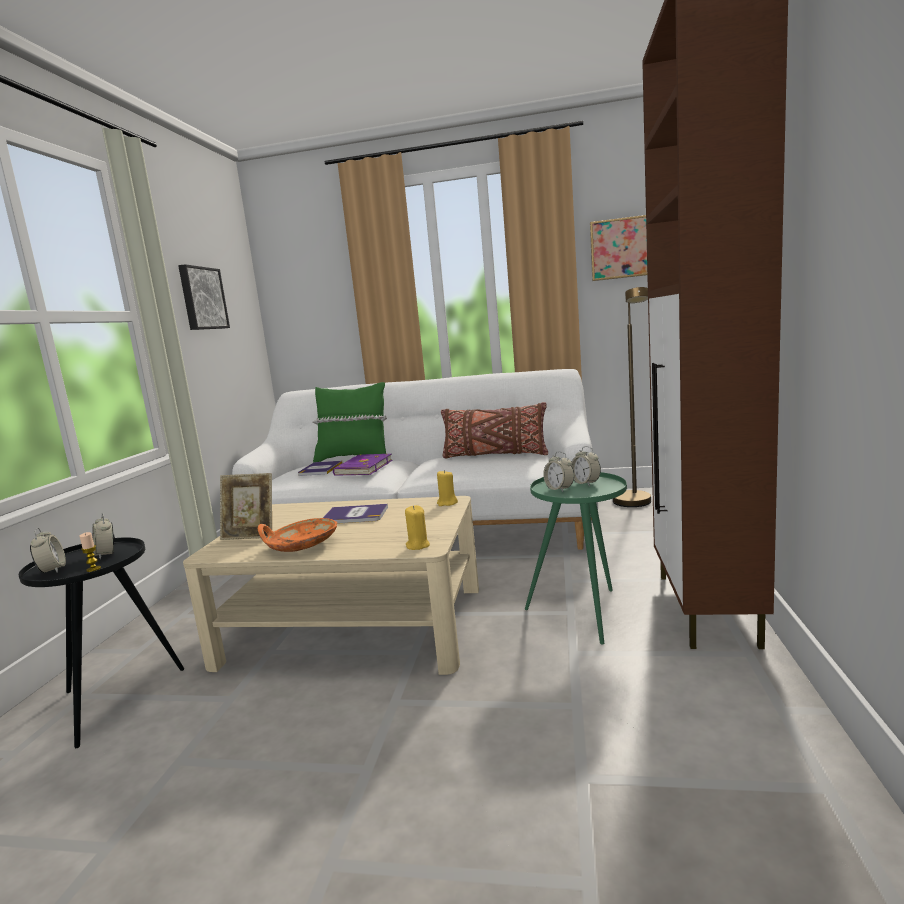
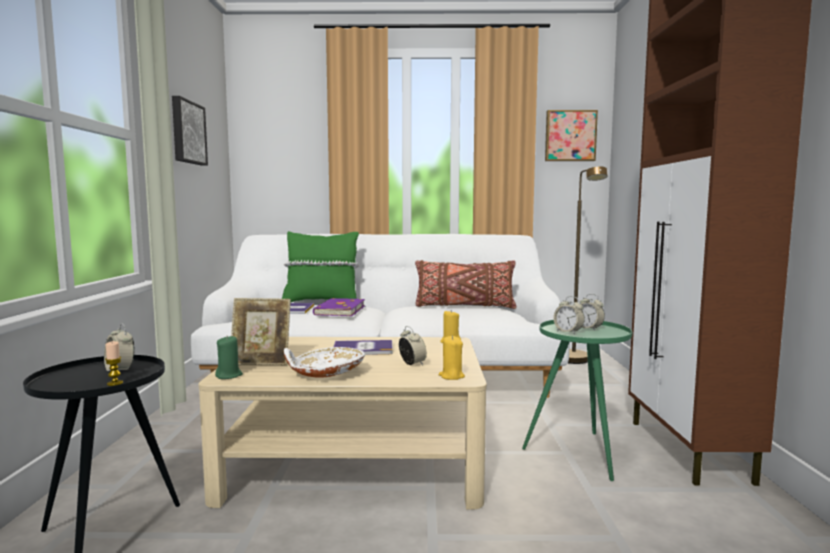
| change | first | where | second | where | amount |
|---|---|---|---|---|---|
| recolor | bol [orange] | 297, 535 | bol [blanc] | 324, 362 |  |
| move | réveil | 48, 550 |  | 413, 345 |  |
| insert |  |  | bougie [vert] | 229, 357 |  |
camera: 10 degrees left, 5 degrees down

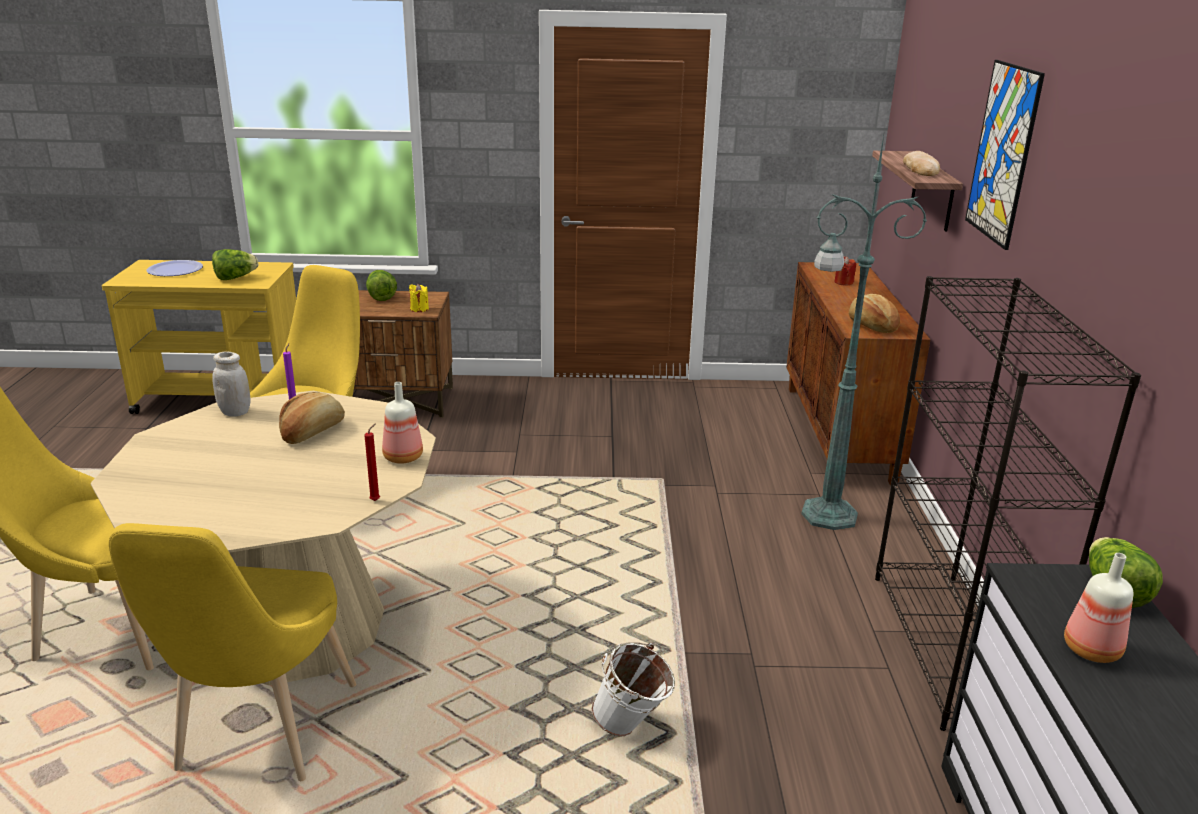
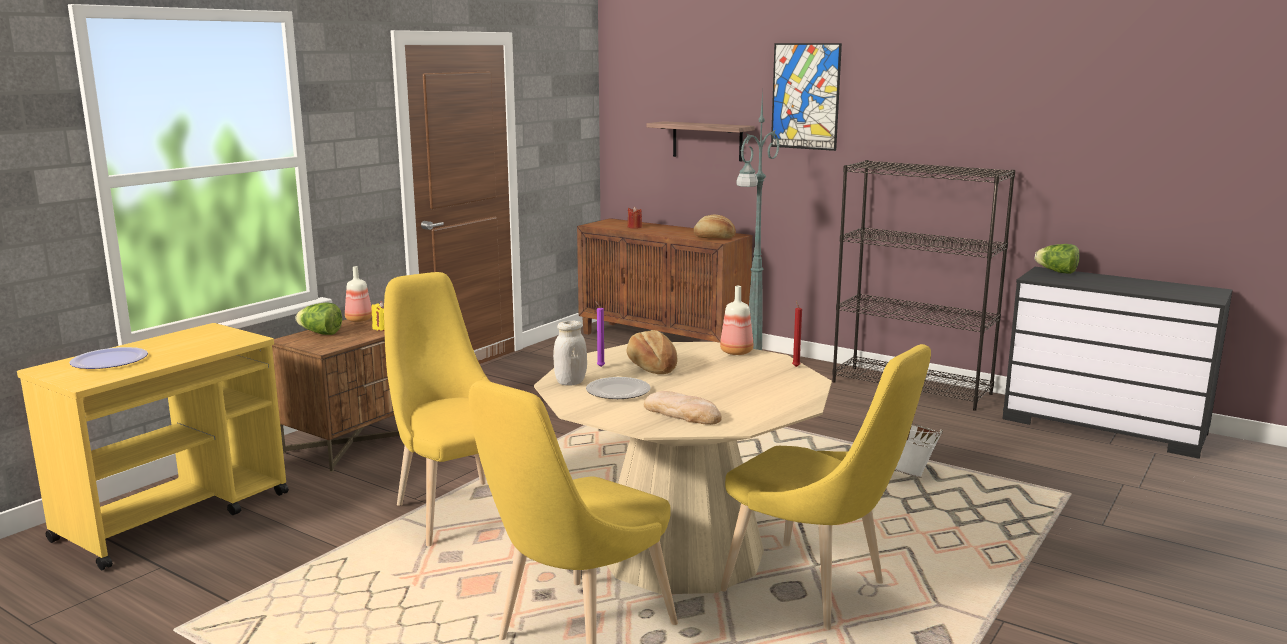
| change | first | where | second | where | amount |
|---|---|---|---|---|---|
| move | pain | 921, 163 |  | 683, 408 |  |
| delete | laitue | 235, 264 |  |  |  |
| move | bouteille | 1098, 608 |  | 358, 294 |  |
| insert |  |  | assiette | 618, 388 |  |
camera: 55 degrees left, 10 degrees down

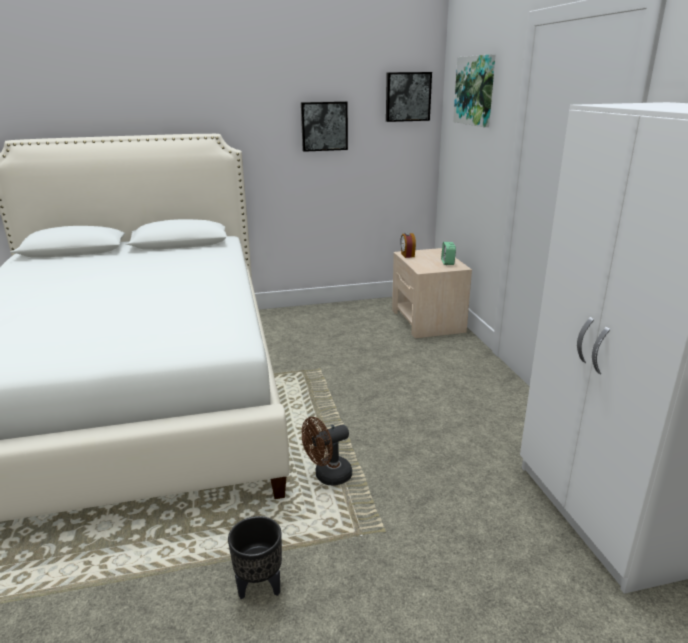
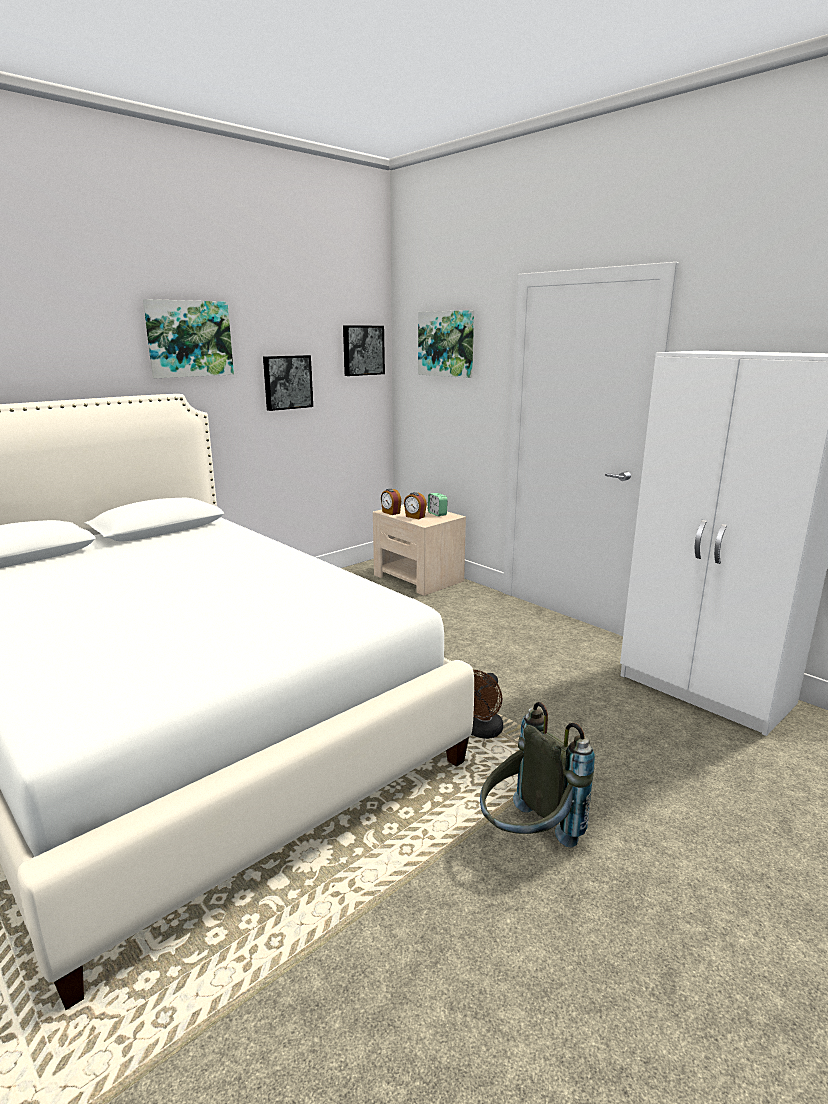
| change | first | where | second | where | amount |
|---|---|---|---|---|---|
| replace | cache-pot [noir] | 255, 557 | sac à dos [gris] | 537, 774 |  |
| insert |  |  | tableau | 188, 338 |  |
| insert |  |  | réveil | 415, 505 |  |
camera: 30 degrees left, 5 degrees down

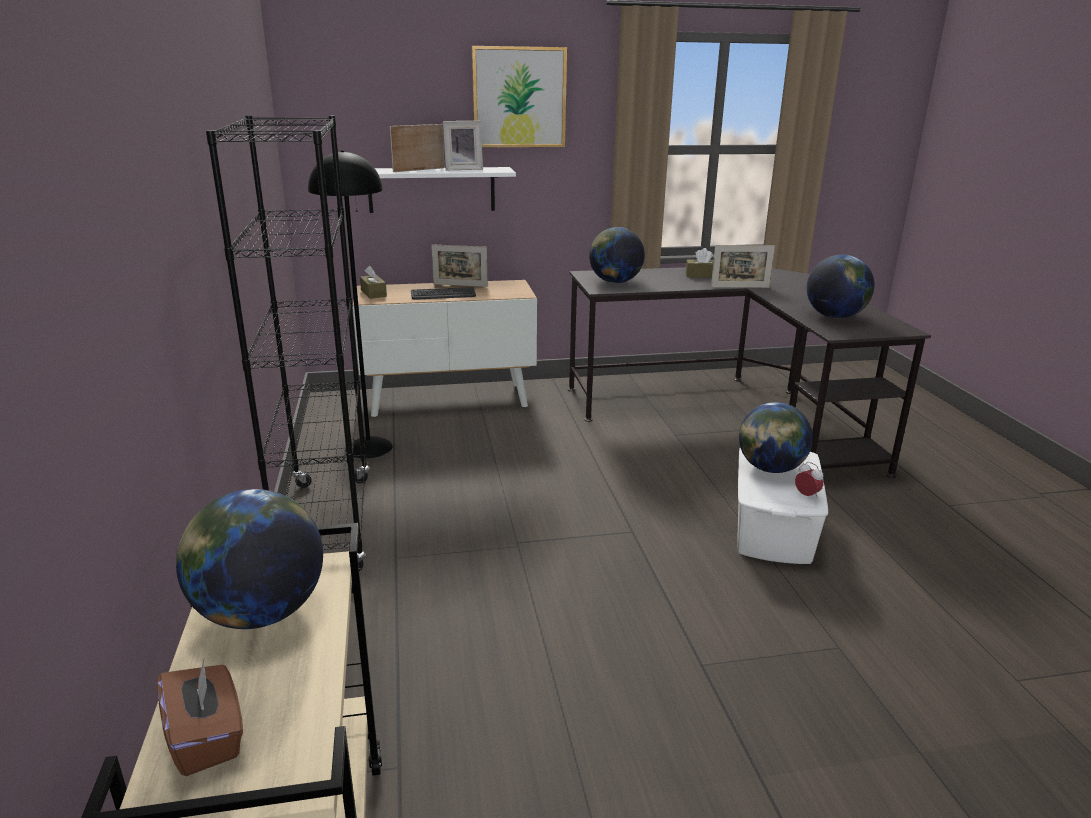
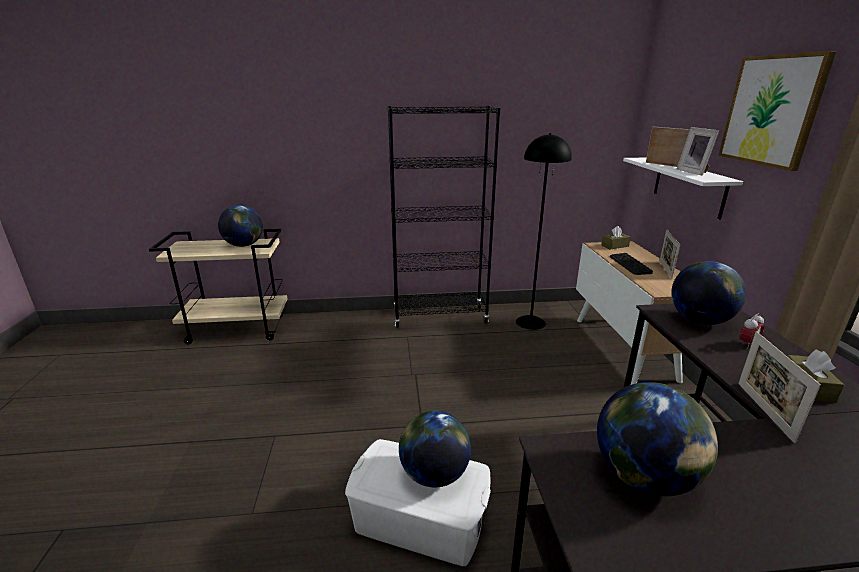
| change | first | where | second | where | amount |
|---|---|---|---|---|---|
| move | réveil | 809, 480 |  | 751, 331 |  |
| delete | boîte à mouchoirs [marron] | 200, 718 |  |  |  |
camera: 95 degrees right, 0 degrees up

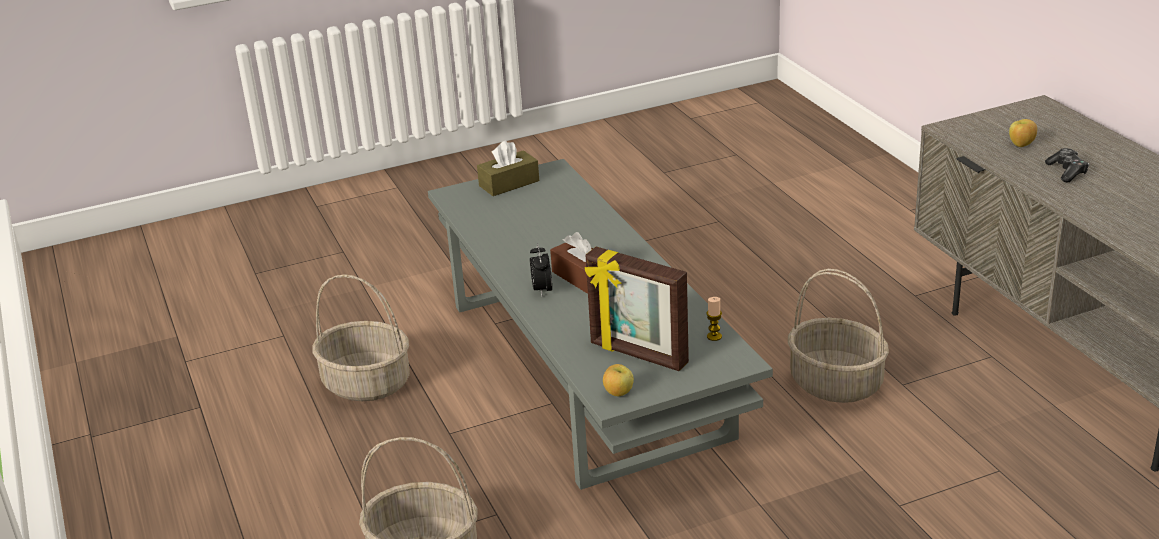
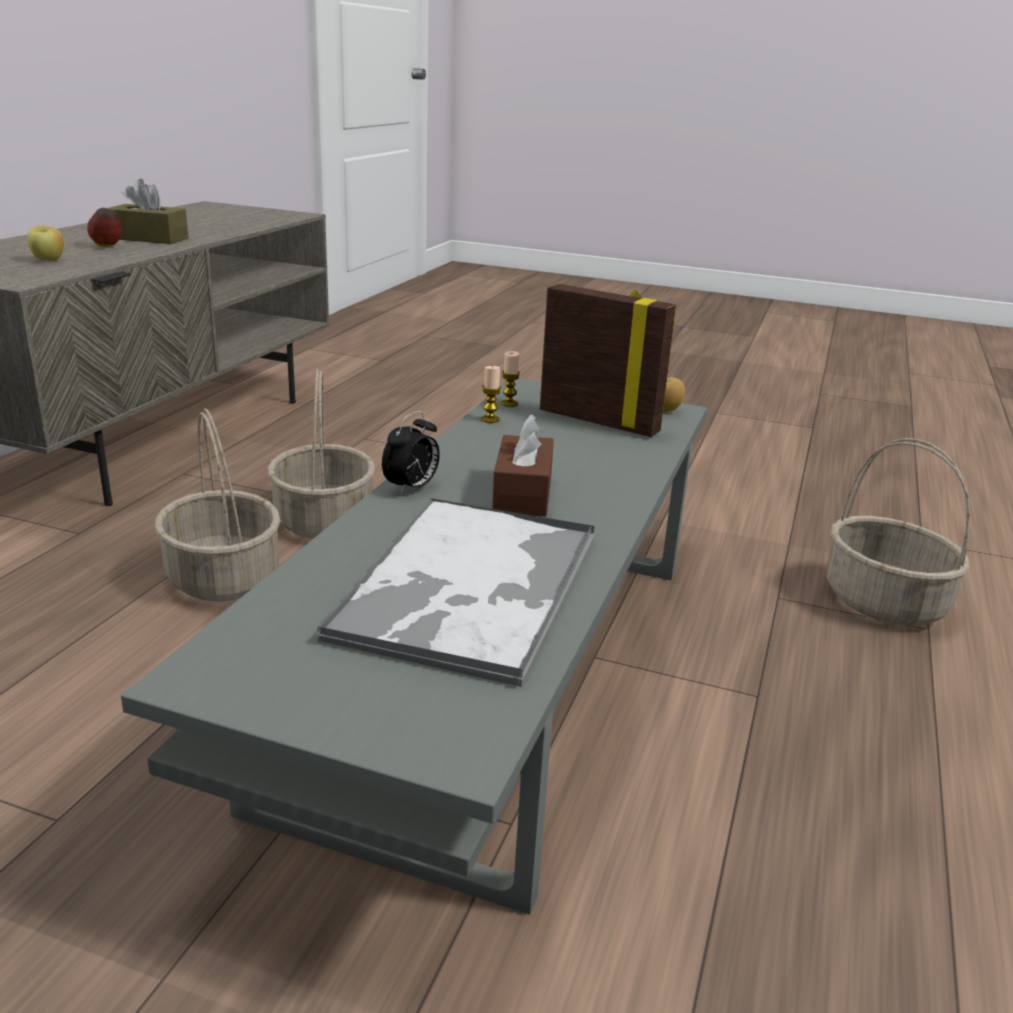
| change | first | where | second | where | amount |
|---|---|---|---|---|---|
| move | boîte à mouchoirs [marron] | 508, 168 |  | 148, 211 |  |
| replace | manette | 1067, 165 | pomme | 104, 227 |  |
| move | réveil | 541, 269 |  | 411, 453 |  |
| rotate | cadre photo | 637, 309 |  | 608, 360 | 45 degrees counterclockwise |
| move | panier | 361, 337 |  | 218, 505 |  |
| insert |  |  | bougie | 491, 394 |  |
| insert |  |  | plateau | 455, 592 |  |
camera: 140 degrees left, 5 degrees down

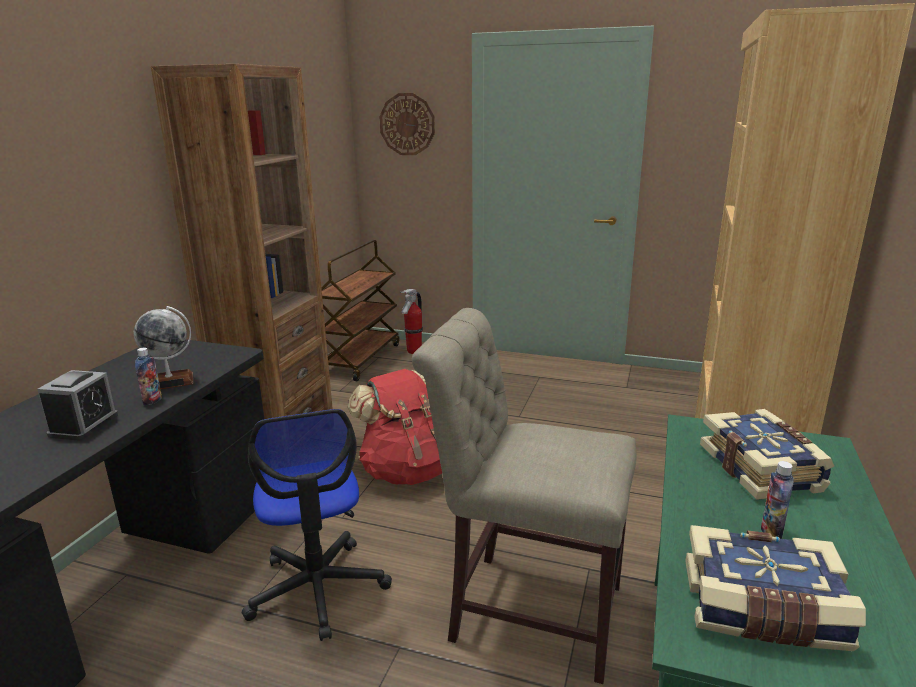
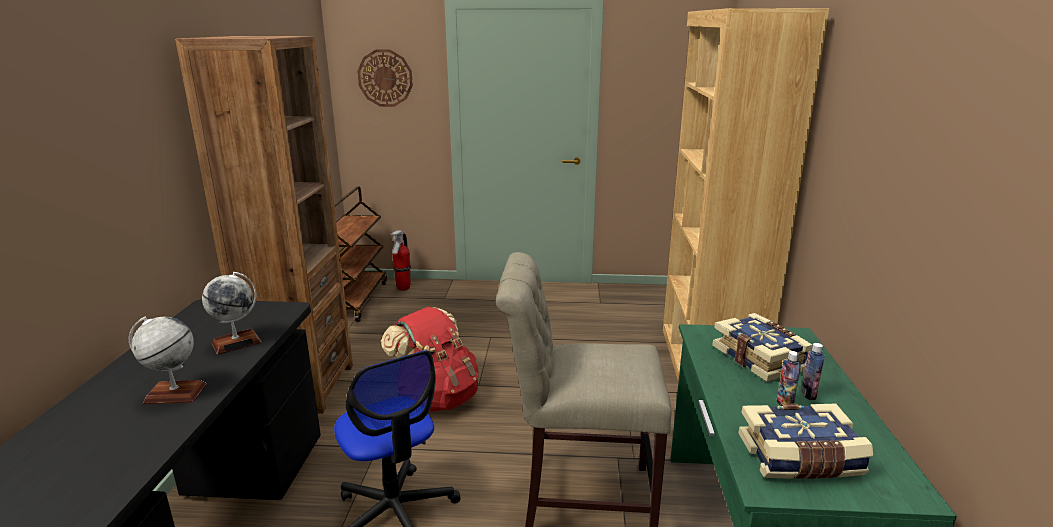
| change | first | where | second | where | amount |
|---|---|---|---|---|---|
| move | bouteille | 148, 376 |  | 812, 371 |  |
| replace | réveil | 77, 405 | globe | 168, 360 |  |
camera: 15 degrees left, 0 degrees up

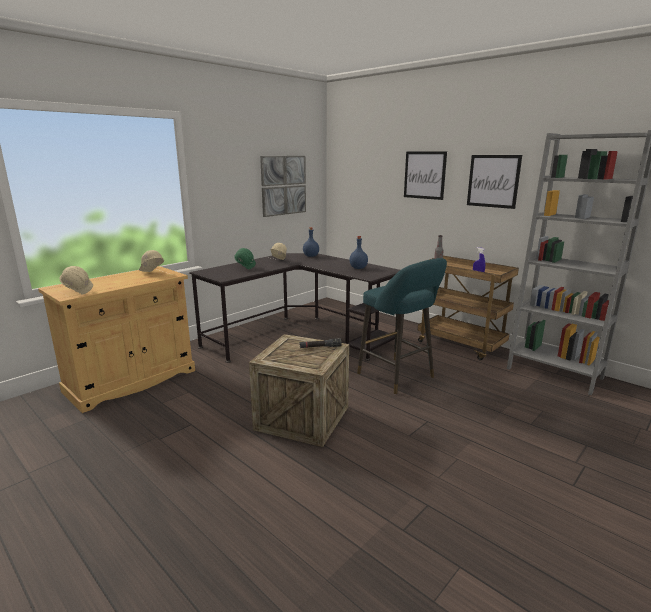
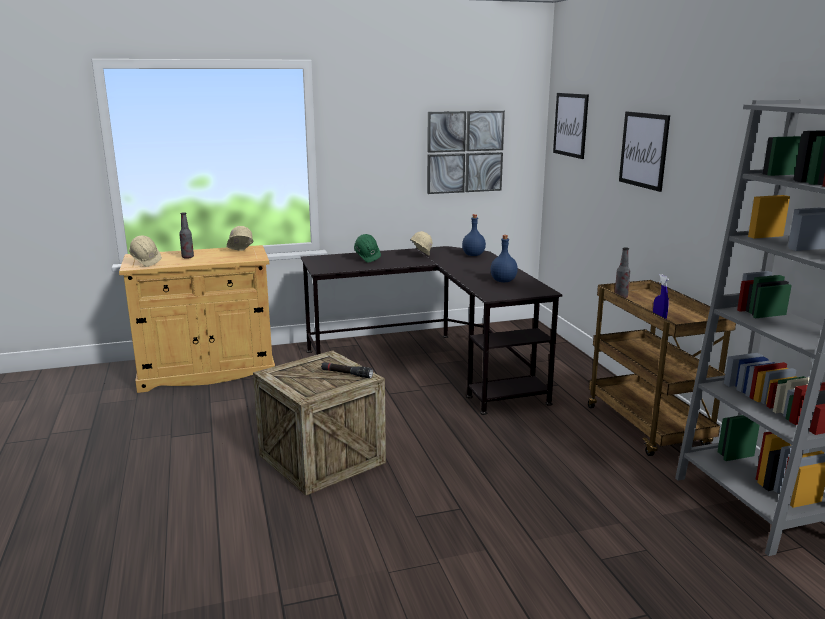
| change | first | where | second | where | amount |
|---|---|---|---|---|---|
| move | tableau | 494, 182 |  | 571, 126 |  |
| delete | tabouret [turquoise] | 402, 326 |  |  |  |
| insert |  |  | bouteille | 186, 235 |  |
camera: 30 degrees right, 0 degrees up

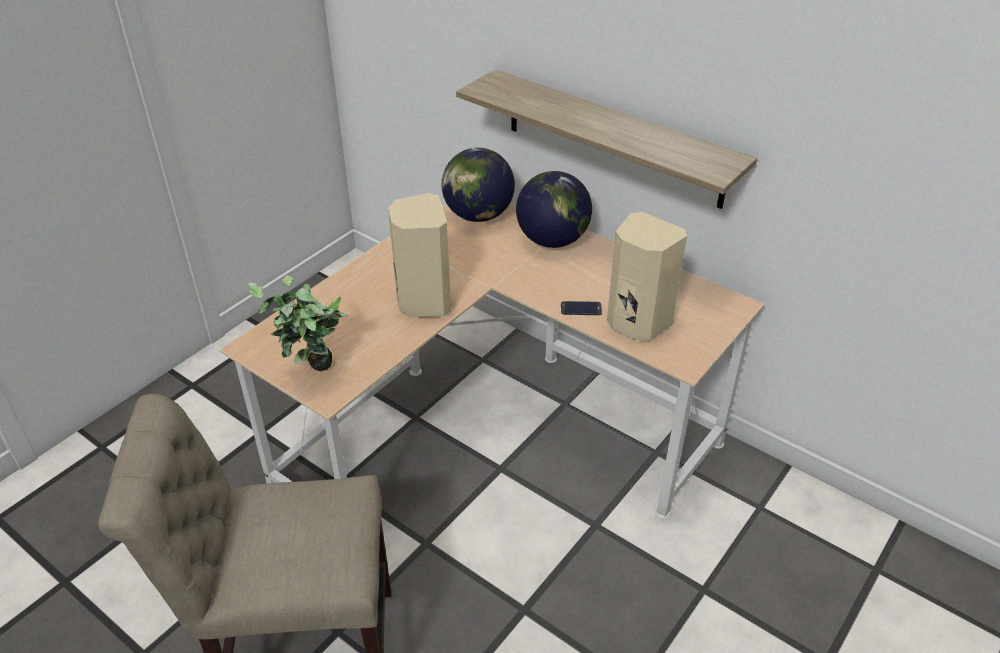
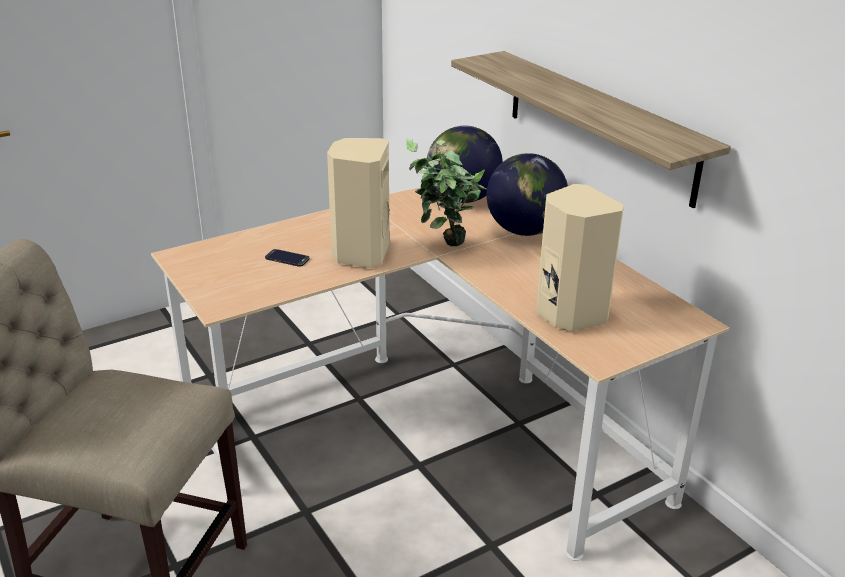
| change | first | where | second | where | amount |
|---|---|---|---|---|---|
| move | plante en pot | 298, 323 |  | 446, 192 |  |
| move | téléphone | 581, 308 |  | 287, 258 |  |
camera: 20 degrees right, 10 degrees down

